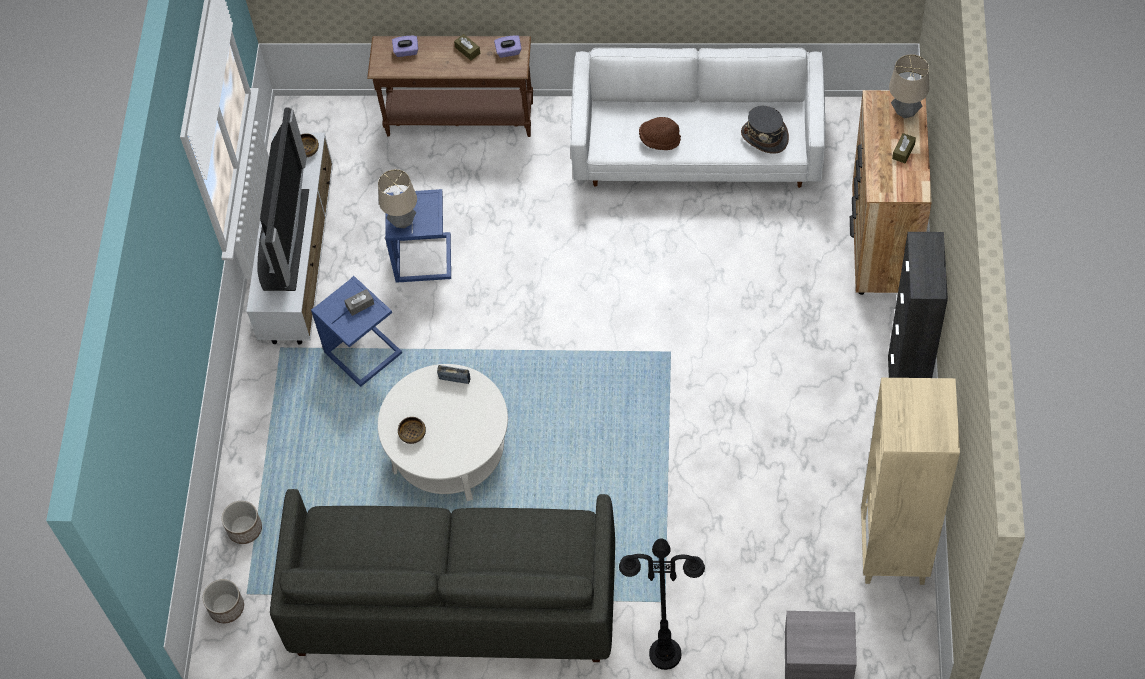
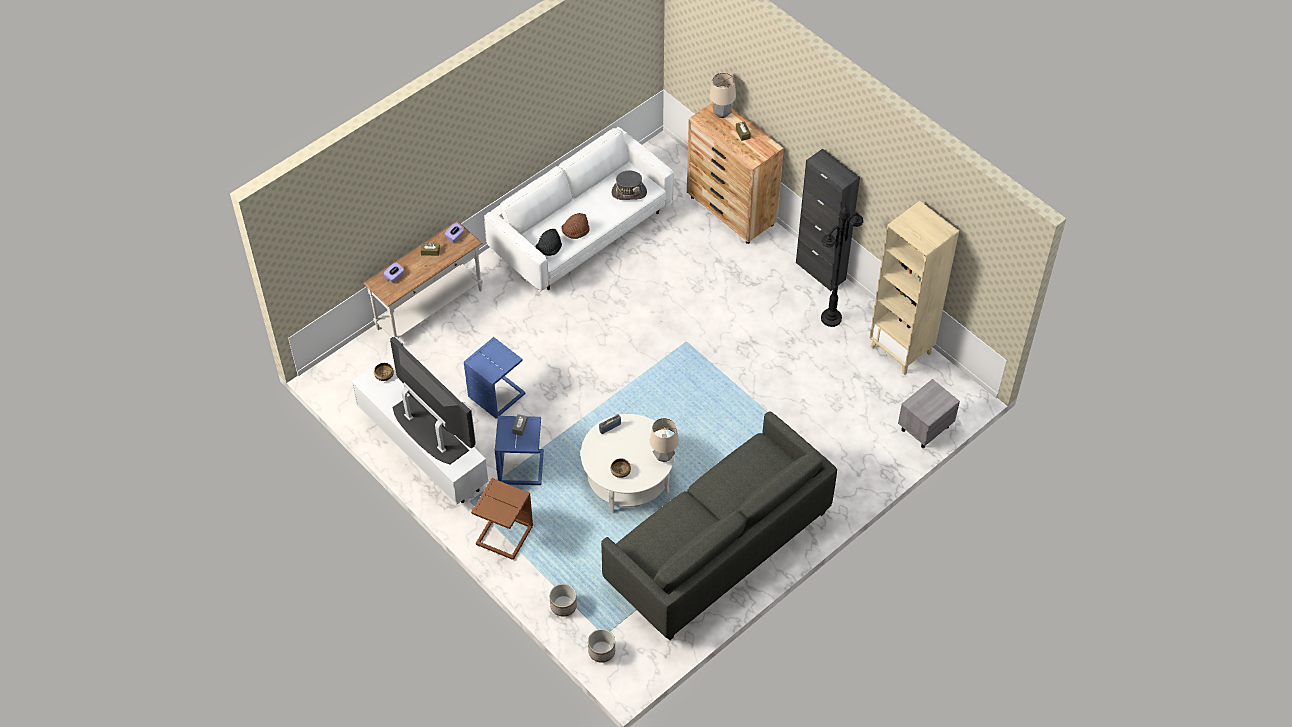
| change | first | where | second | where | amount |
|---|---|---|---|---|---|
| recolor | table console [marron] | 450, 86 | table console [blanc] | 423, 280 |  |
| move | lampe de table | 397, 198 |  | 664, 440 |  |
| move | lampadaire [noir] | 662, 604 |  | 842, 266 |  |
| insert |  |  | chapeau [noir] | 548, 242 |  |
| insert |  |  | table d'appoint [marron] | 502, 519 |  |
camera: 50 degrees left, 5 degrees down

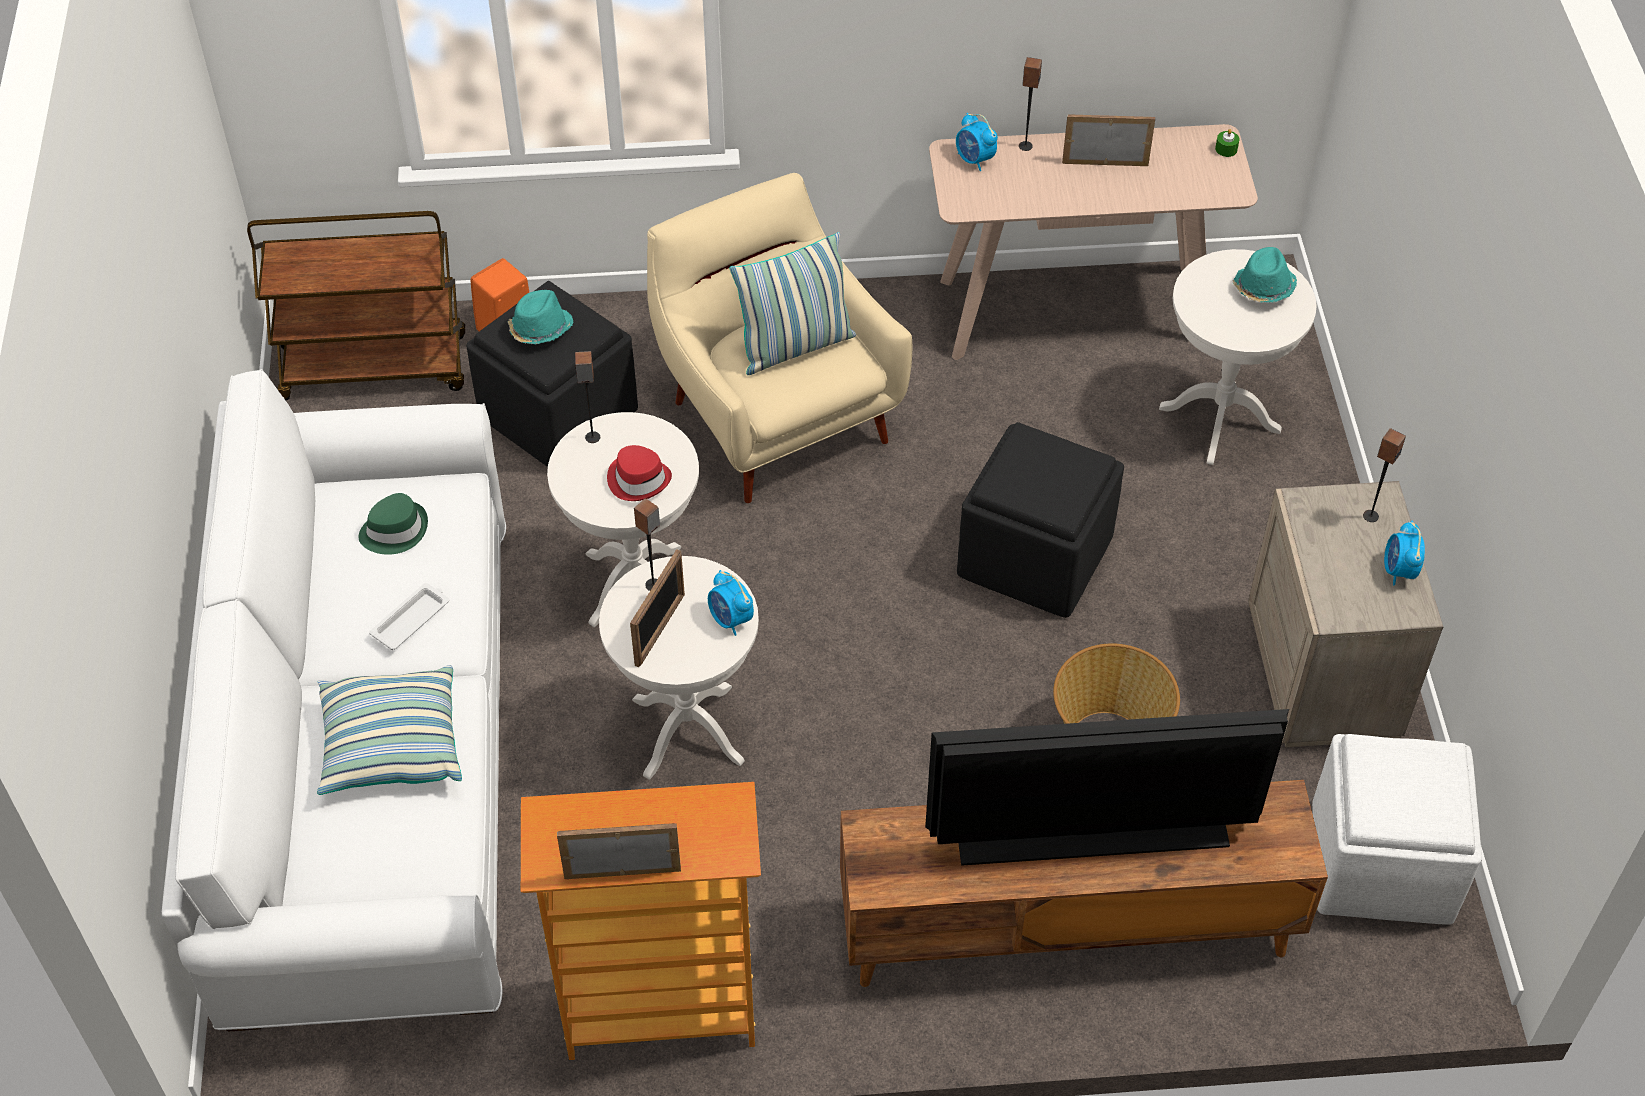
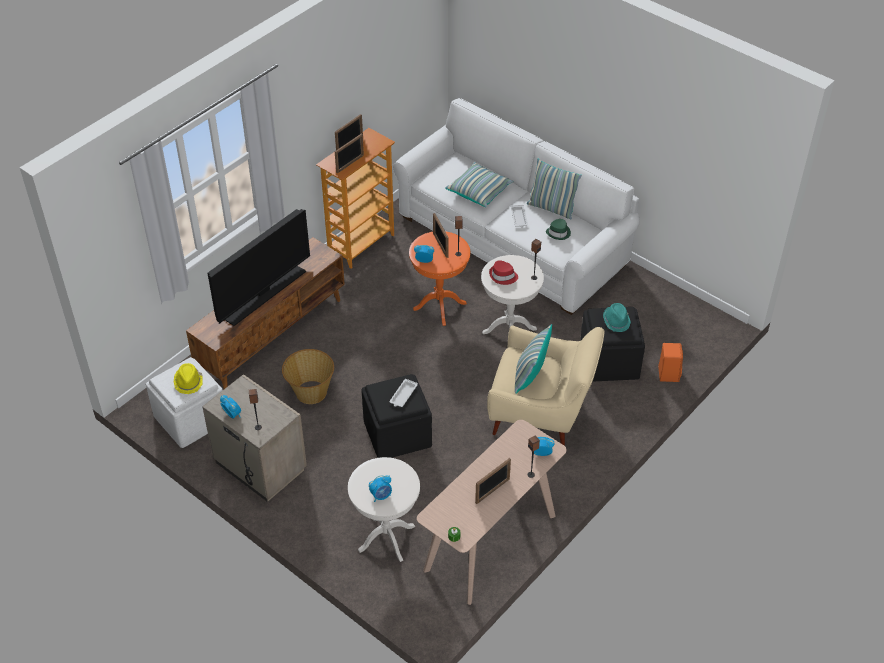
| change | first | where | second | where | amount |
|---|---|---|---|---|---|
| delete | chariot [marron] | 356, 305 |  |  |  |
| replace | chapeau [turquoise] | 1265, 275 | réveil | 380, 488 |  |
| recolor | table d'appoint [blanc] | 679, 668 | table d'appoint [orange] | 439, 278 |  |
| insert |  |  | cadre photo | 349, 153 |  |
| insert |  |  | coussin | 554, 189 |  |
| insert |  |  | chapeau [jaune] | 188, 378 |  |
| insert |  |  | plateau [blanc] | 403, 393 |  |
camera: 135 degrees right, 5 degrees down

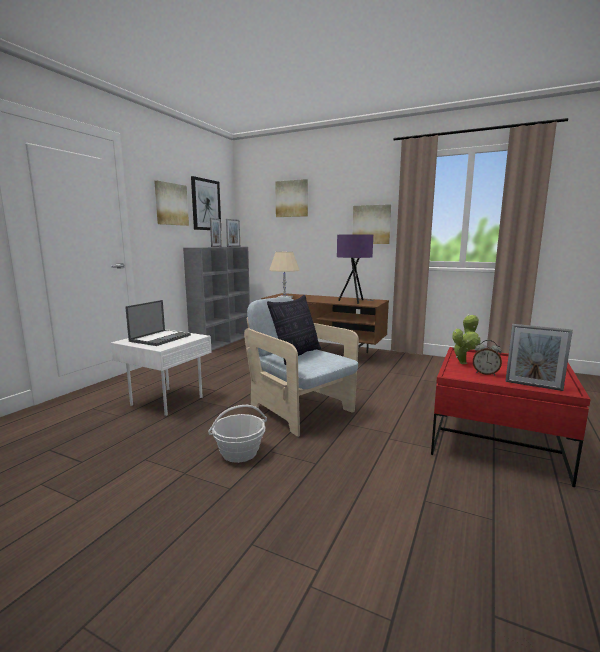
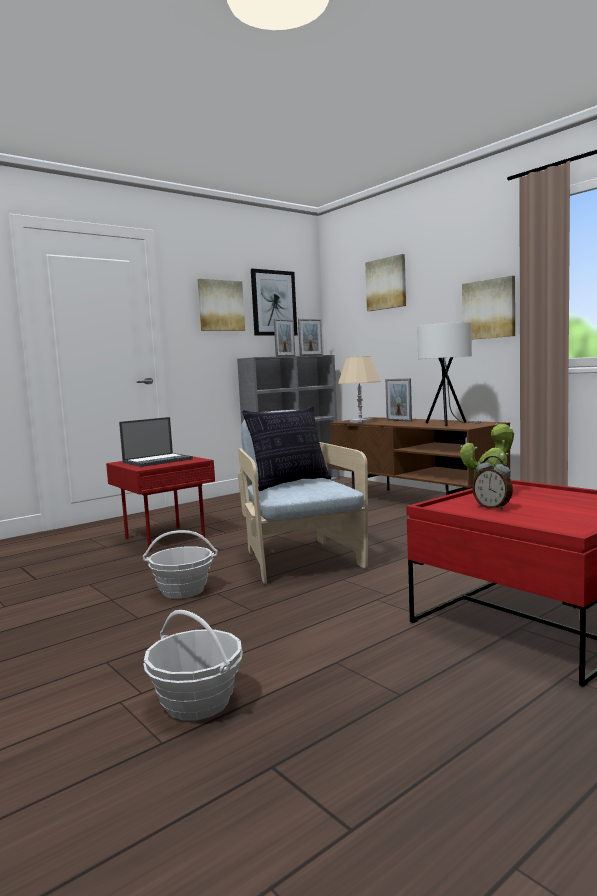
| change | first | where | second | where | amount |
|---|---|---|---|---|---|
| recolor | lampe de table [violet] | 355, 269 | lampe de table [blanc] | 450, 374 |  |
| move | cadre photo | 539, 357 |  | 398, 400 |  |
| recolor | table d'appoint [blanc] | 161, 372 | table d'appoint [rouge] | 160, 502 |  |
| insert |  |  | panier | 193, 665 |  |
camera: 25 degrees right, 5 degrees down

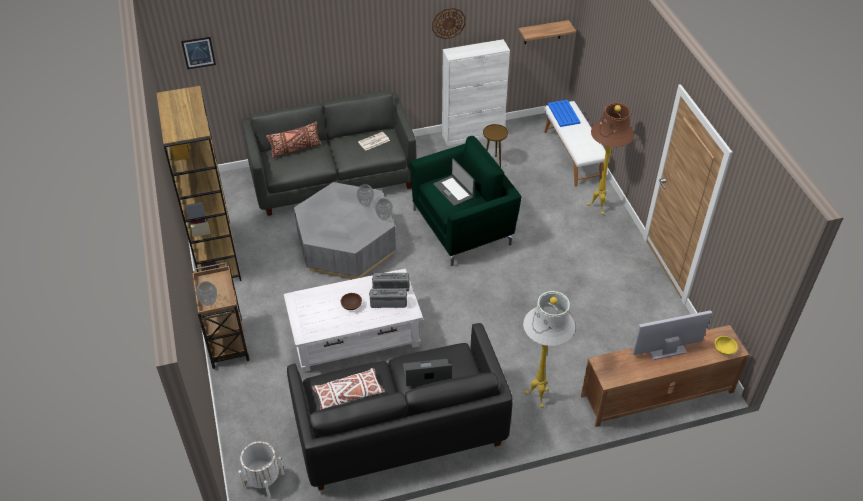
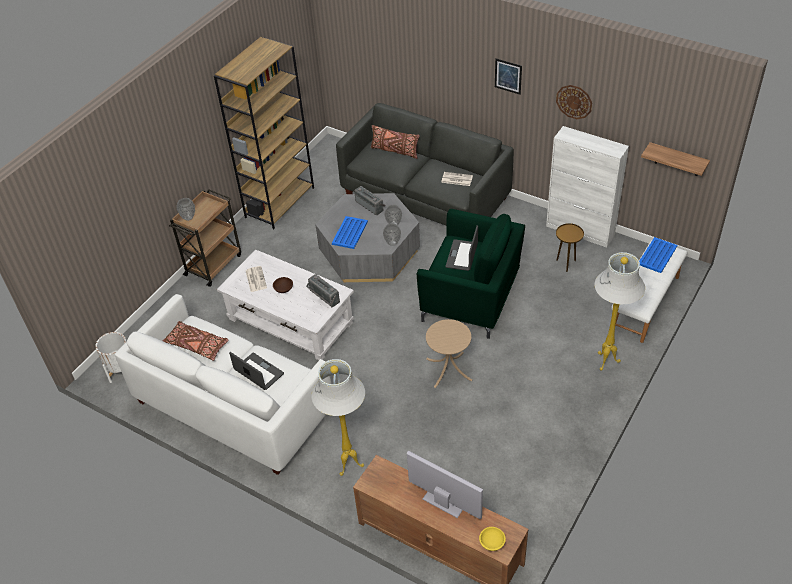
| change | first | where | second | where | amount |
|---|---|---|---|---|---|
| move | tableau | 198, 53 |  | 508, 76 |  |
| recolor | lampadaire [marron] | 610, 159 | lampadaire [blanc] | 619, 311 |  |
| move | radio | 388, 298 |  | 369, 200 |  |
| recolor | canapé [noir] | 400, 406 | canapé [blanc] | 223, 384 |  |
| recolor | coussin [blanc] | 348, 389 | coussin [marron] | 195, 341 |  |
| insert |  |  | plateau [bleu] | 350, 232 |  |
| insert |  |  | journal | 256, 279 |  |
| insert |  |  | table d'appoint [beige] | 449, 353 |  |
camera: 50 degrees right, 0 degrees up

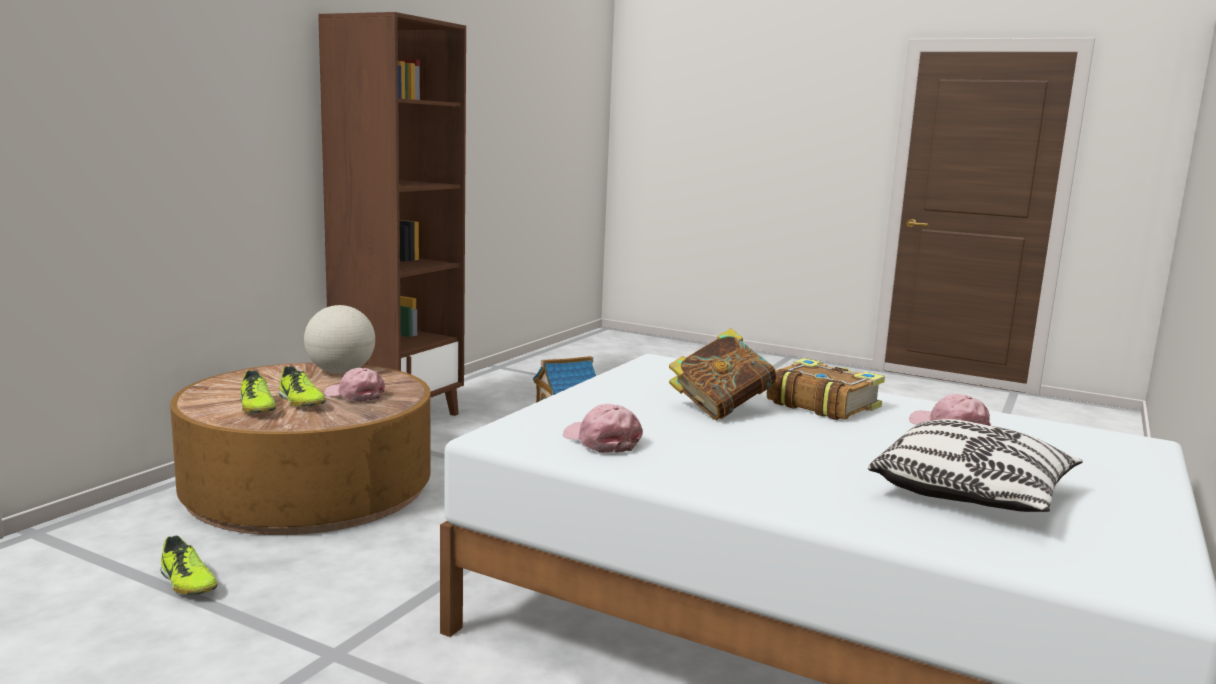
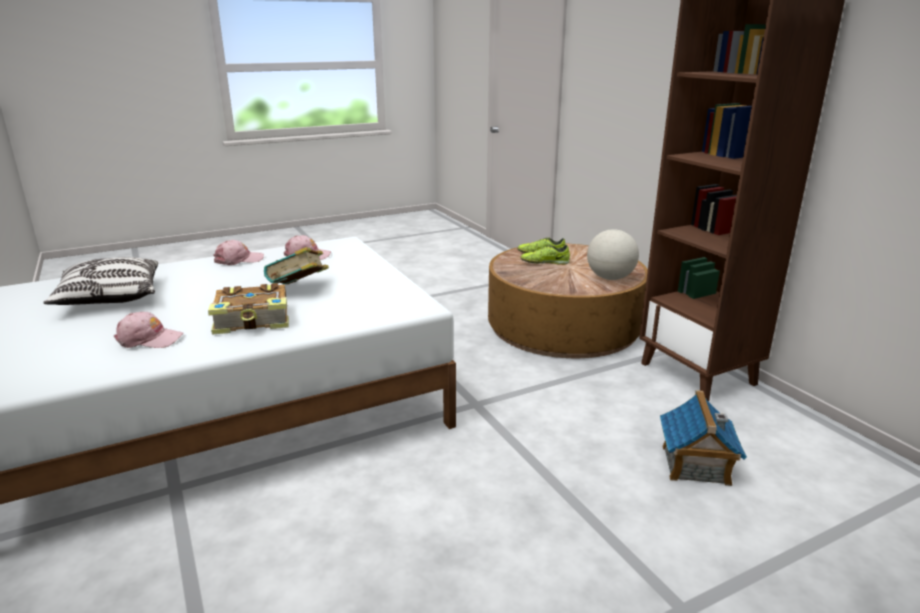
| change | first | where | second | where | amount |
|---|---|---|---|---|---|
| move | casquette [rose] | 354, 385 |  | 238, 252 |  |
| delete | chaussure | 188, 565 |  |  |  |
camera: 125 degrees right, 10 degrees up

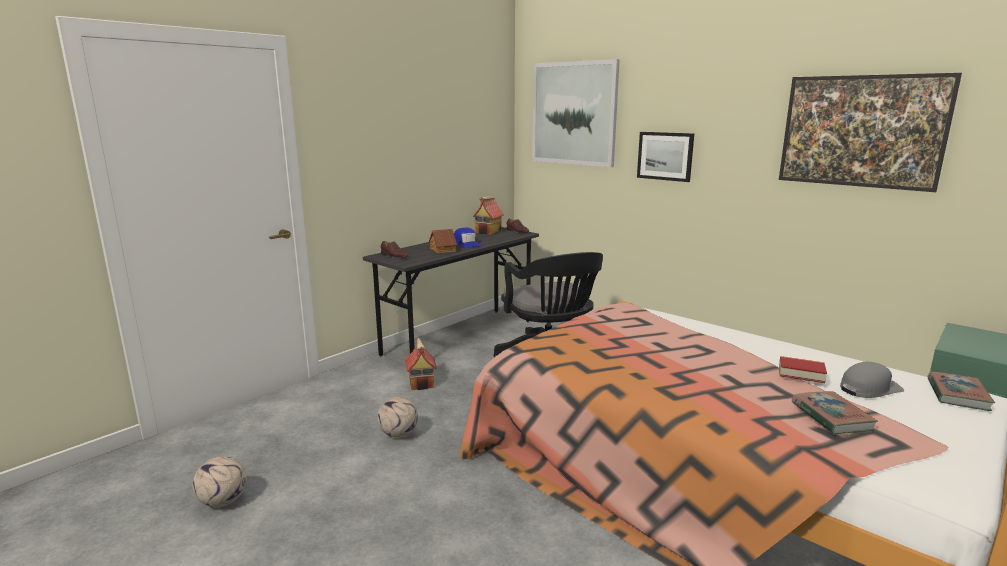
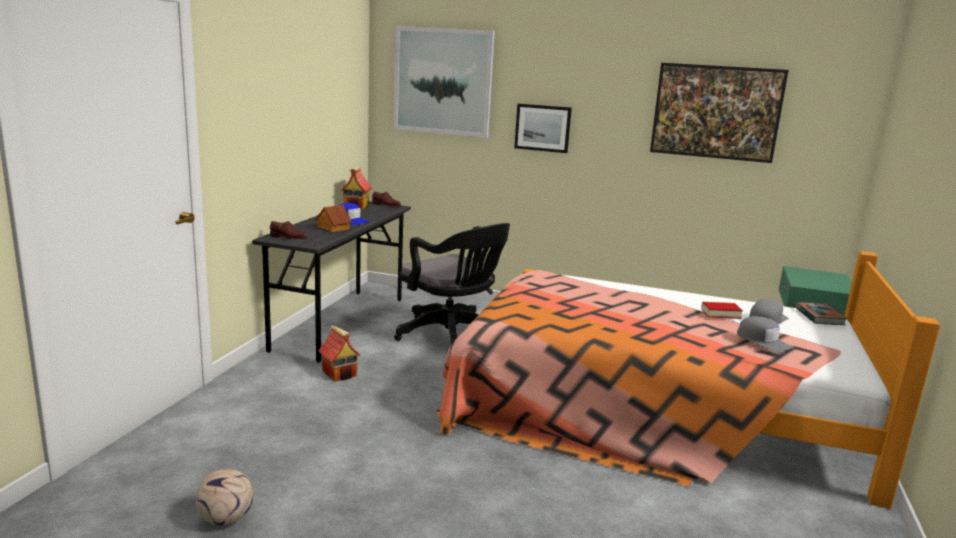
| change | first | where | second | where | amount |
|---|---|---|---|---|---|
| replace | livre | 835, 412 | casquette [gris] | 765, 334 |  |
| delete | ballon de foot | 397, 417 |  |  |  |
camera: 25 degrees left, 0 degrees up

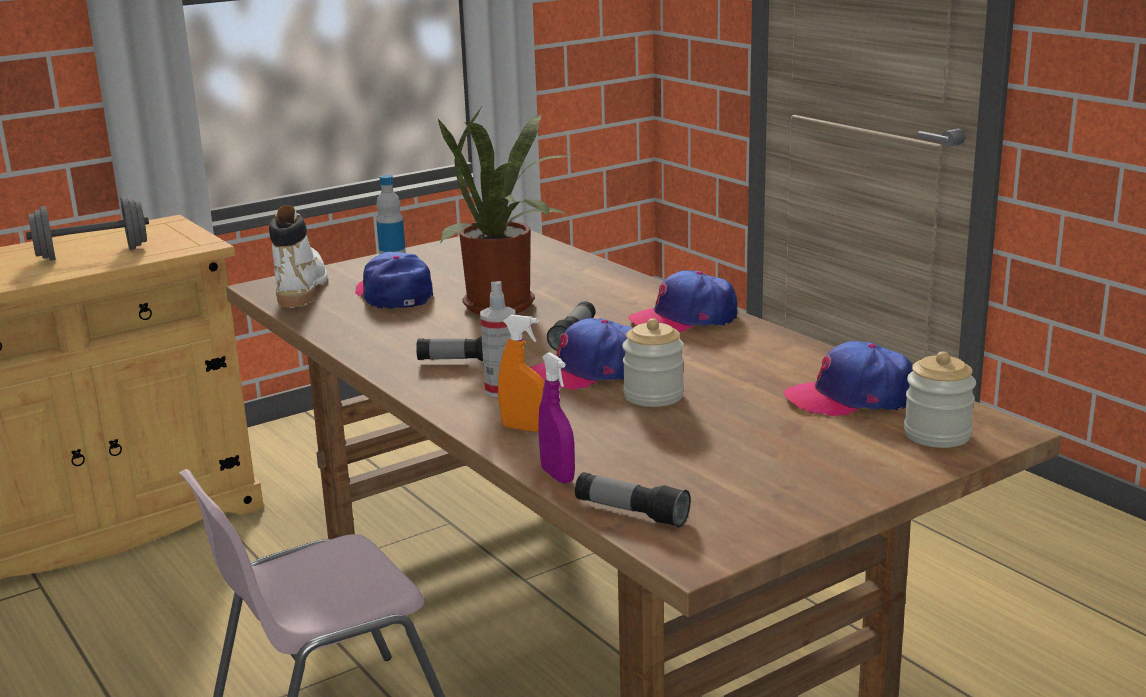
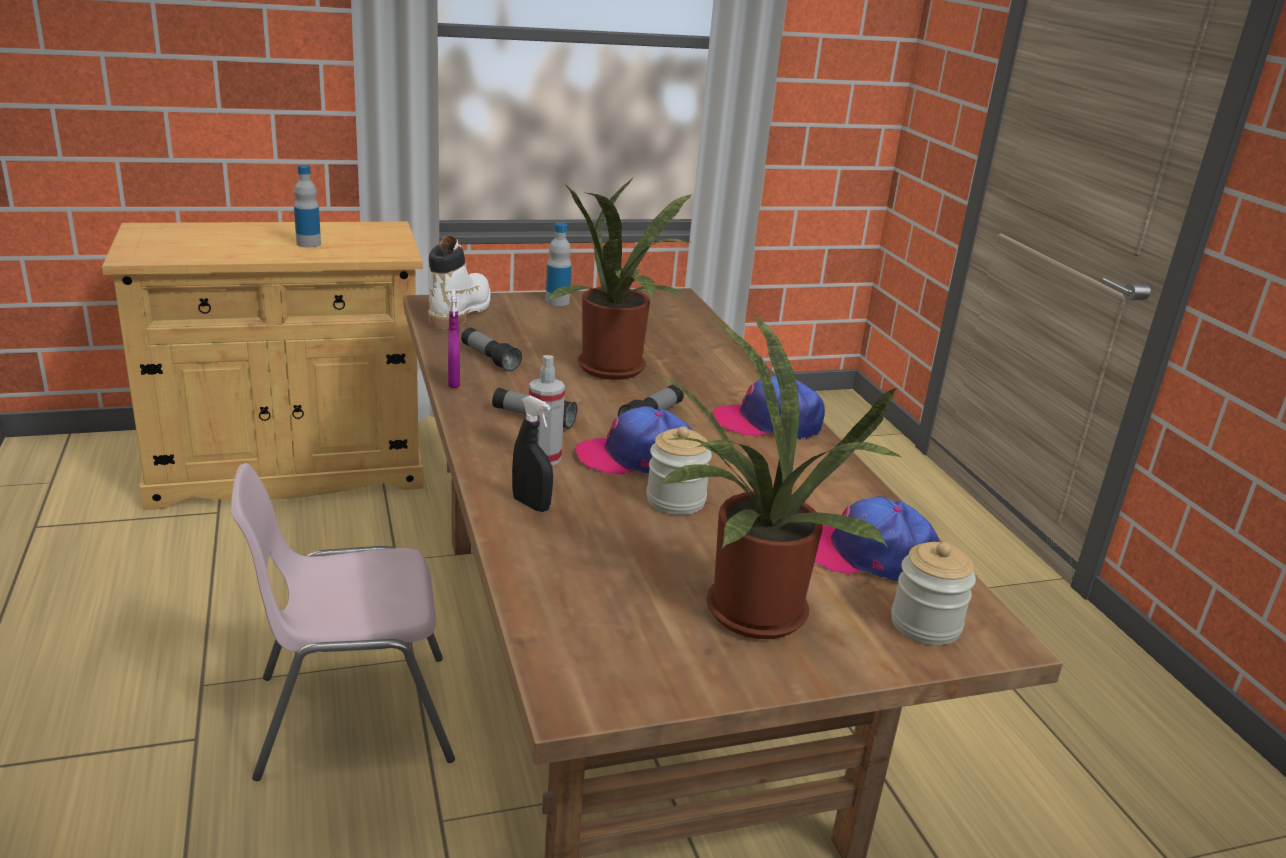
| change | first | where | second | where | amount |
|---|---|---|---|---|---|
| replace | haltère [gris] | 87, 228 | bouteille | 307, 206 |  |
| delete | casquette | 394, 280 |  |  |  |
| recolor | vaporisateur [orange] | 521, 373 | vaporisateur [noir] | 532, 453 |  |
| move | vaporisateur [violet] | 556, 418 |  | 454, 339 |  |
| move | lampe de poche | 633, 500 |  | 491, 350 |  |
| insert |  |  | plante en pot | 775, 475 |  |
camera: 15 degrees right, 5 degrees up

